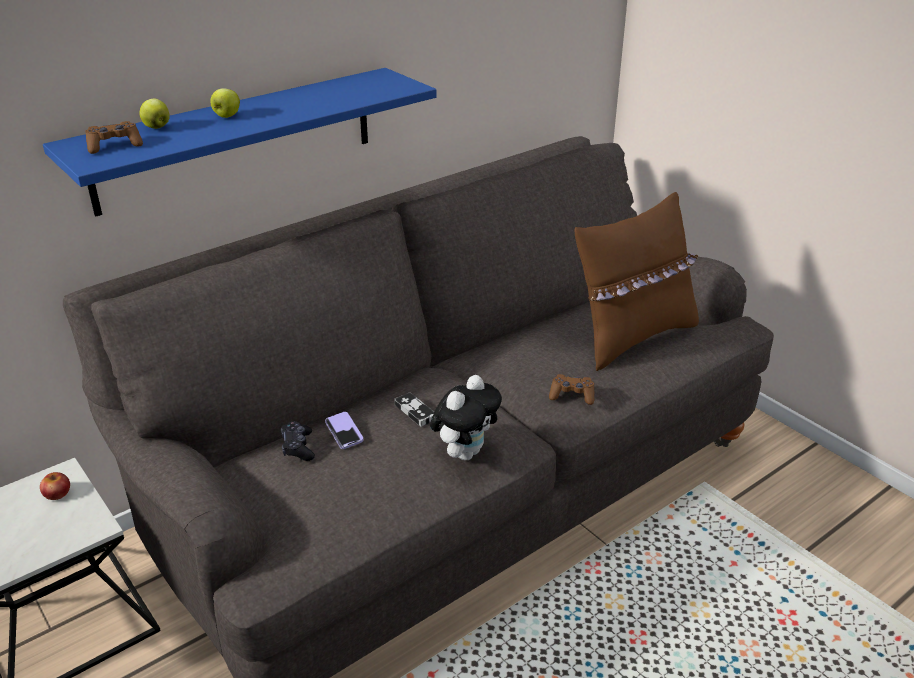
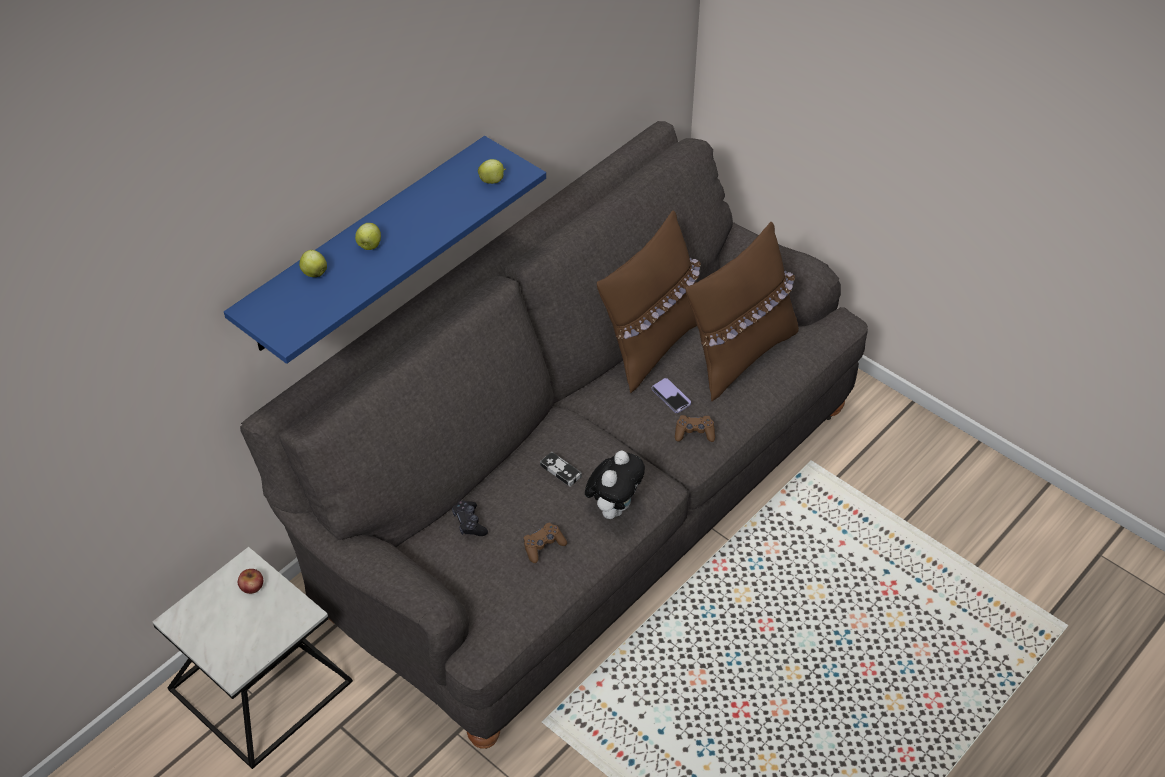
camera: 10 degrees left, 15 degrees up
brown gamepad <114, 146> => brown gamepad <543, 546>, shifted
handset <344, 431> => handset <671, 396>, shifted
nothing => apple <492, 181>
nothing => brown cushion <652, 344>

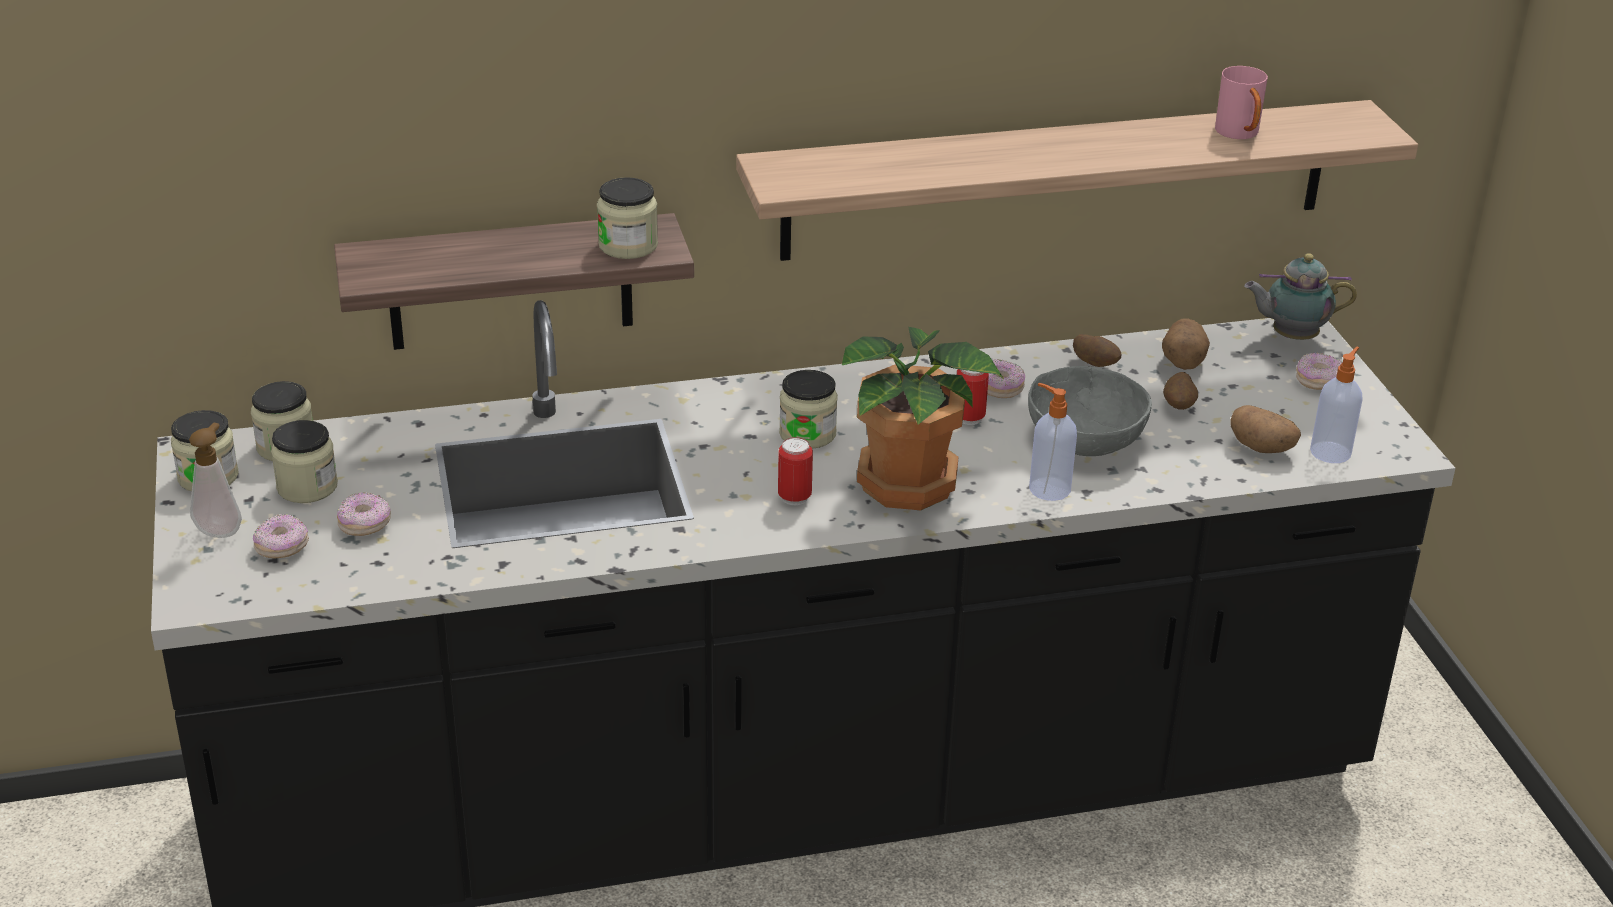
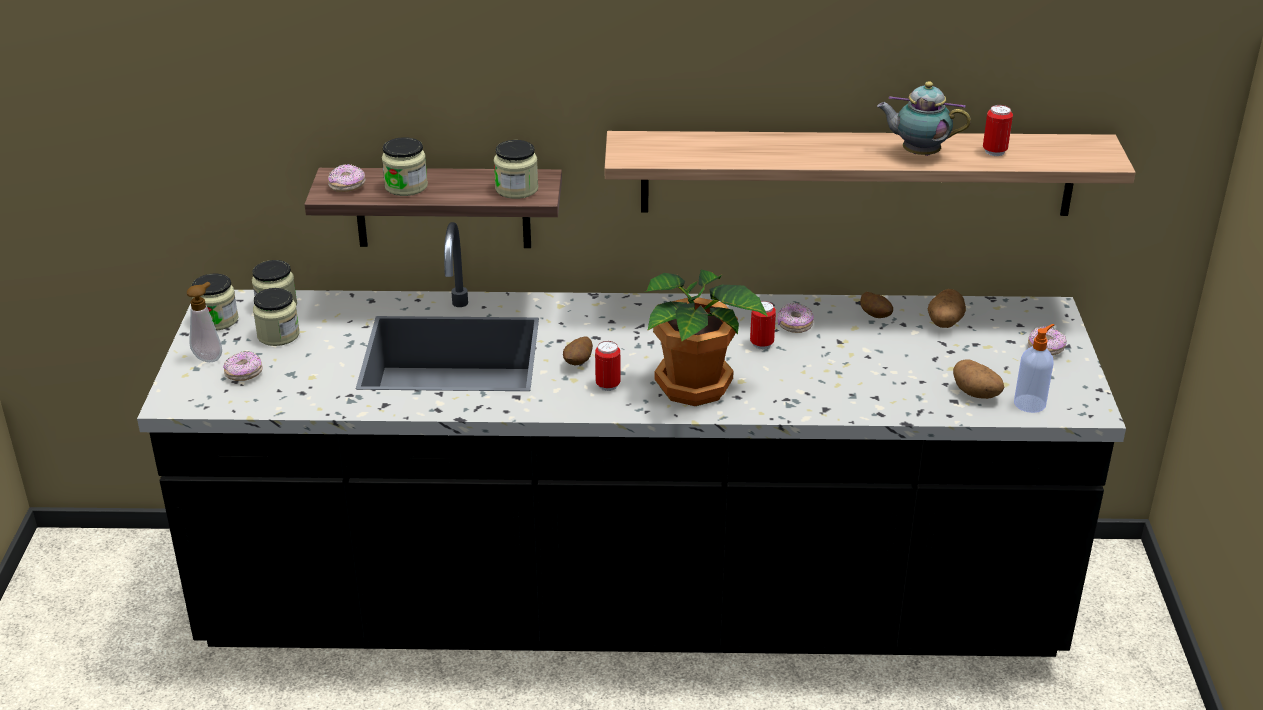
camera: 15 degrees right, 0 degrees up
donut <365, 525> => donut <347, 187>, shifted
preserve jar <807, 434> => preserve jar <406, 186>, shifted
greyish bowl <1084, 439> => nothing
soap dispenser <1048, 488> => nothing
whole potato <1178, 406> => whole potato <578, 363>, shifted
pink coffee mug <1240, 135> => can <994, 151>
tea pot <1291, 336> => tea pot <918, 153>, shifted

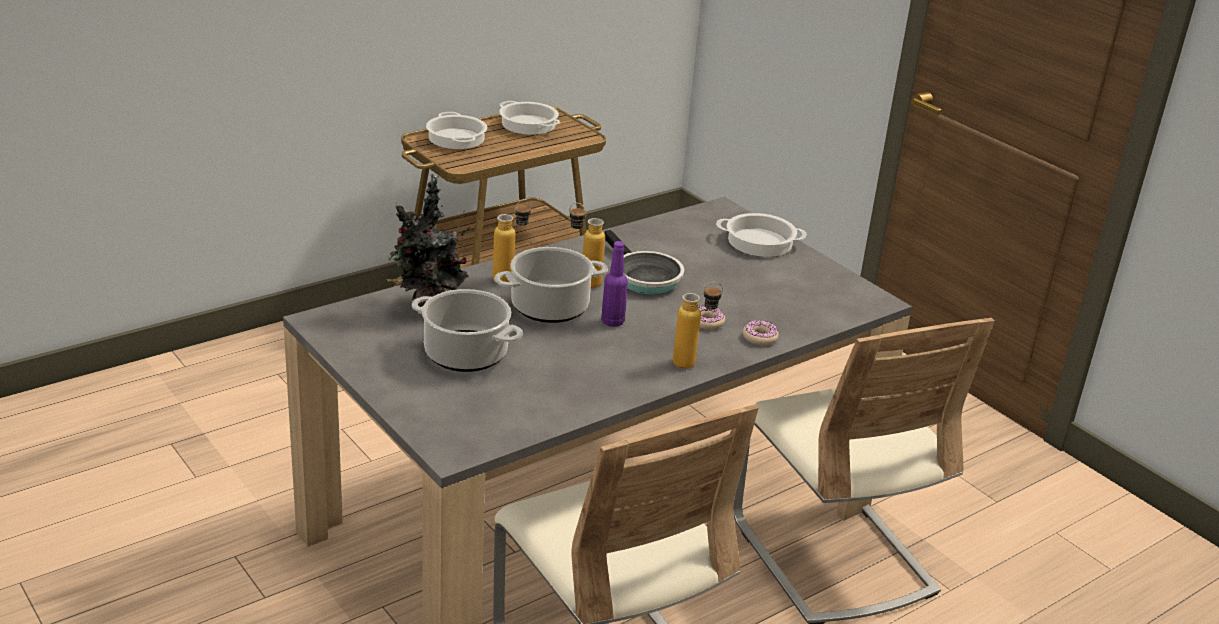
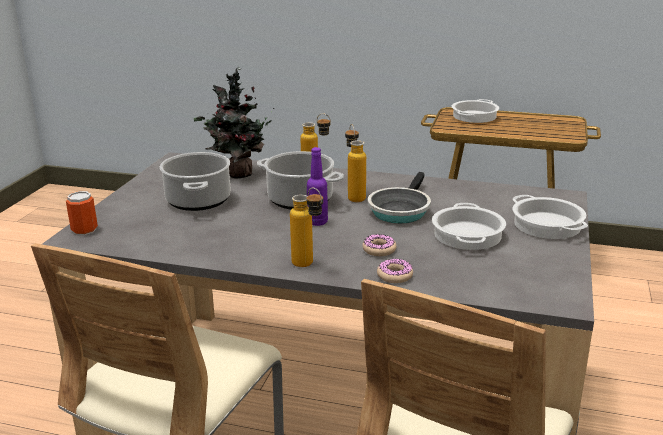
camera: 55 degrees right, 5 degrees down
cooking pot <527, 124> => cooking pot <466, 235>, shifted
nothing => can <84, 230>

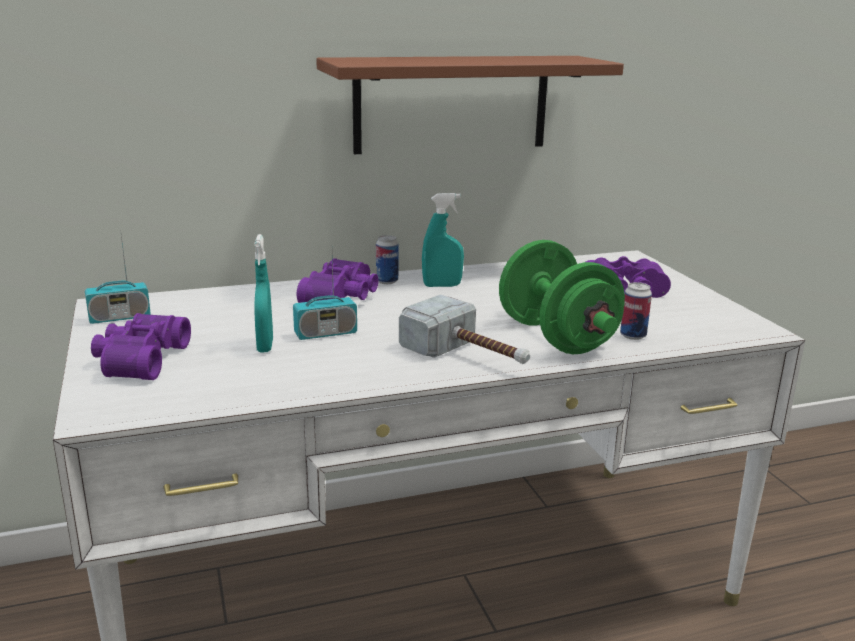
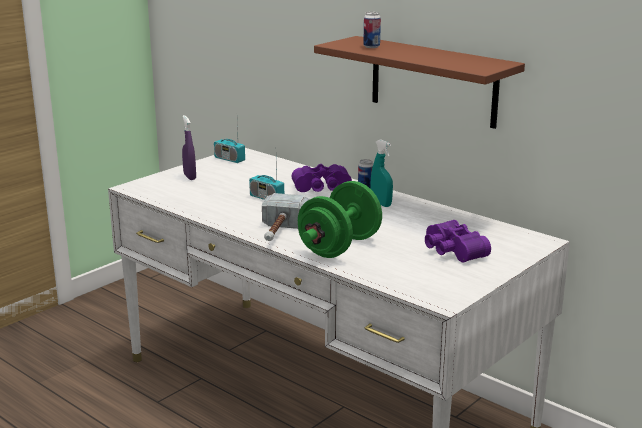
camera: 60 degrees right, 0 degrees up
purple-coloured binoculars <139, 360> => purple-coloured sprayer <189, 177>
turquoise-coloured sprayer <265, 346> => nothing
can <633, 335> => can <371, 47>, shifted

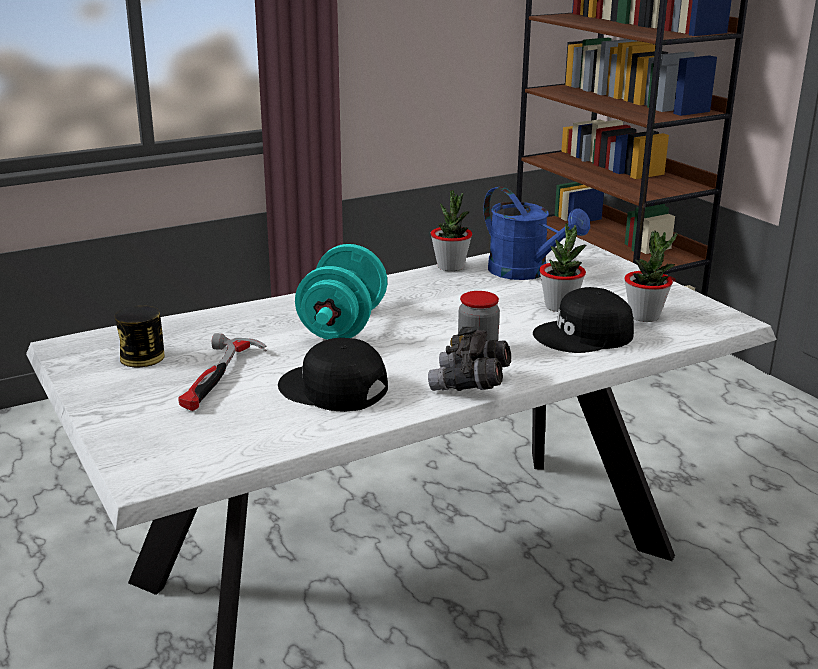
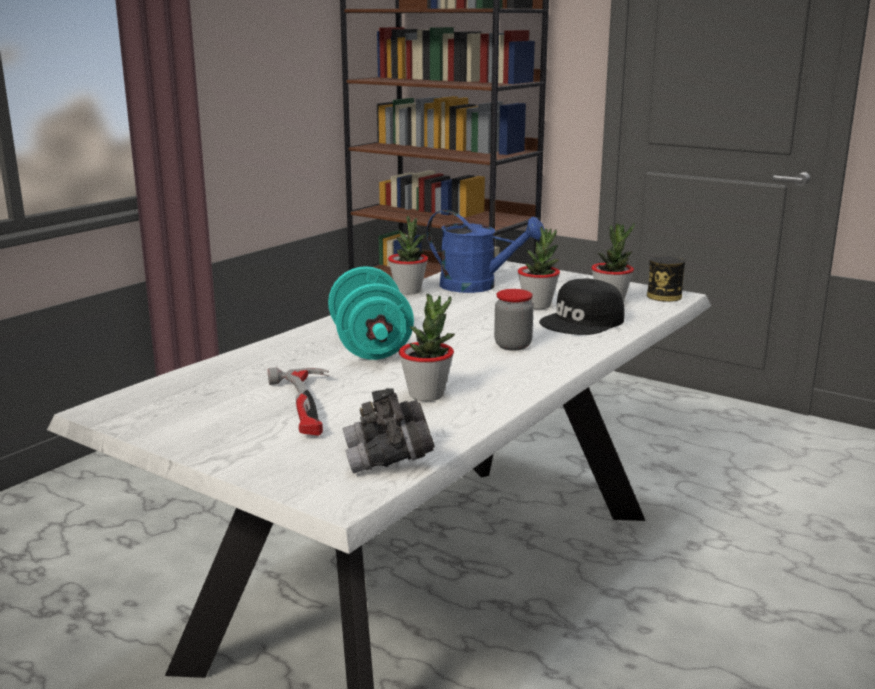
camera: 25 degrees left, 5 degrees down
can <142, 357> => can <664, 296>, shifted
blackish cap <332, 389> => potted plant <426, 395>
greyish binoculars <470, 385> => greyish binoculars <389, 459>, shifted

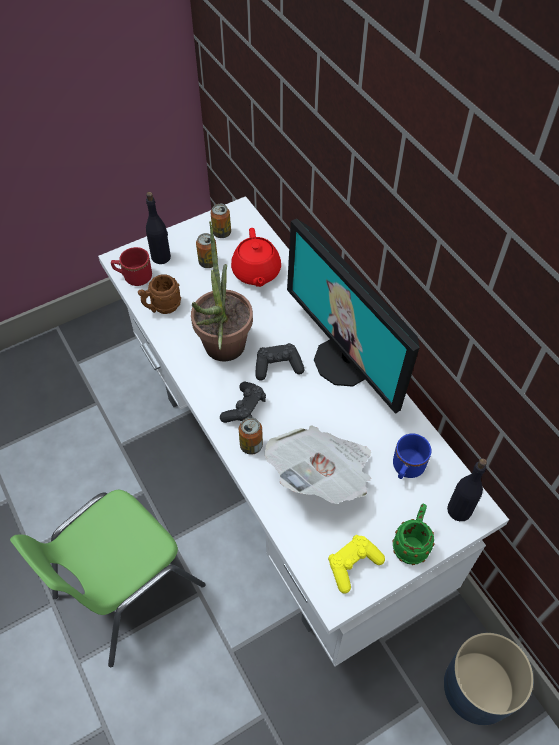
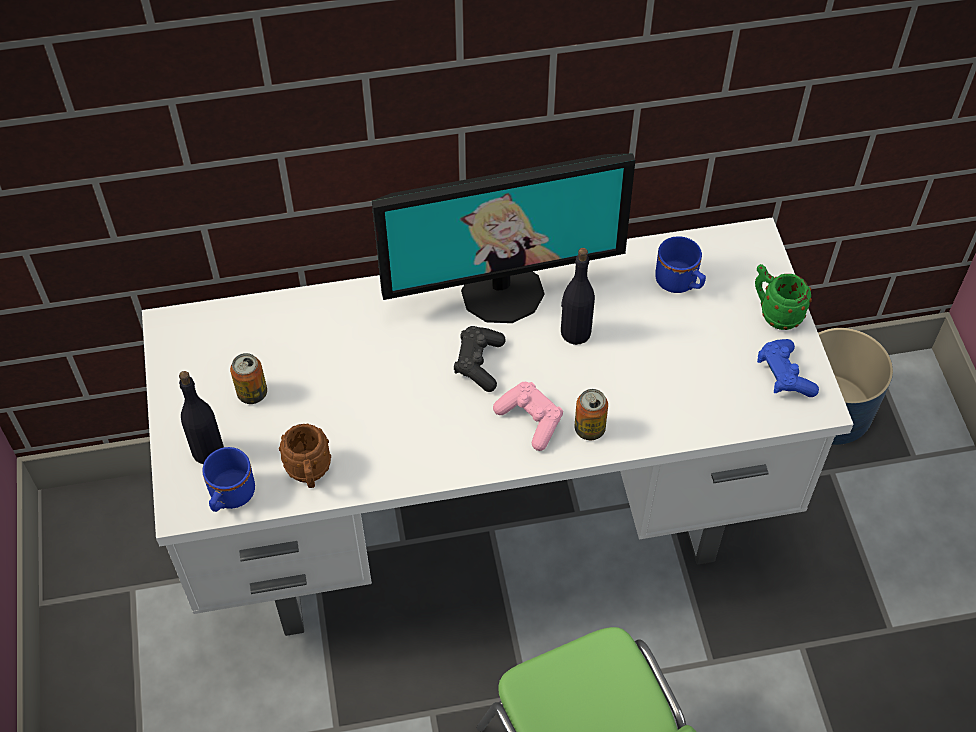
camera: 70 degrees left, 0 degrees up
reddish coffee mug <134, 277> => blue coffee mug <230, 497>
potted plant <222, 353> => nothing
can <221, 233> => nothing
blackish gamepad <244, 409> => pink gamepad <530, 420>
reddish tea pot <256, 272> => nothing
newspaper <322, 475> => nothing
yellow gamepad <353, 565> => blue gamepad <784, 376>
blackish drink bottle <459, 510> => blackish drink bottle <575, 332>, shifted

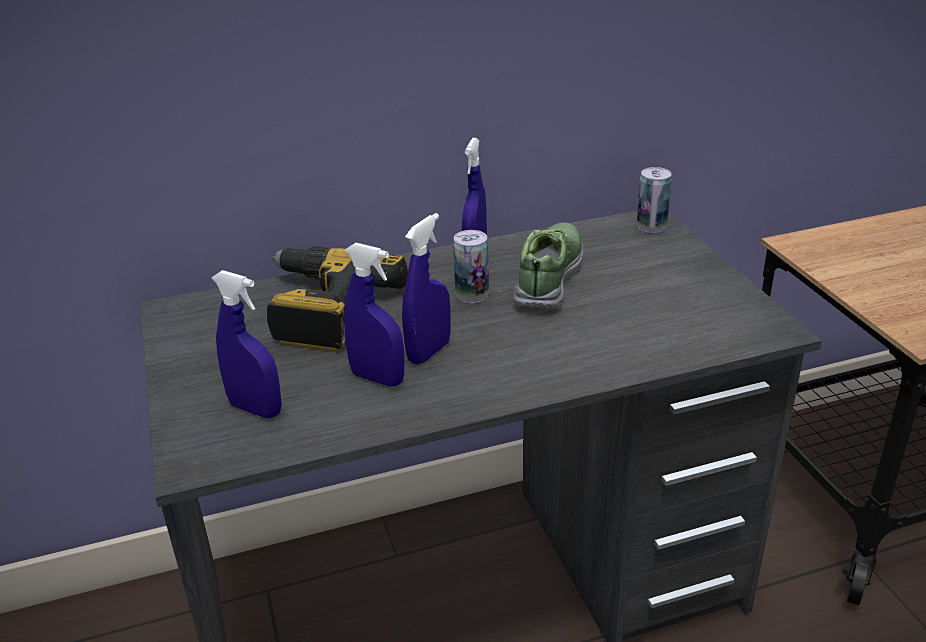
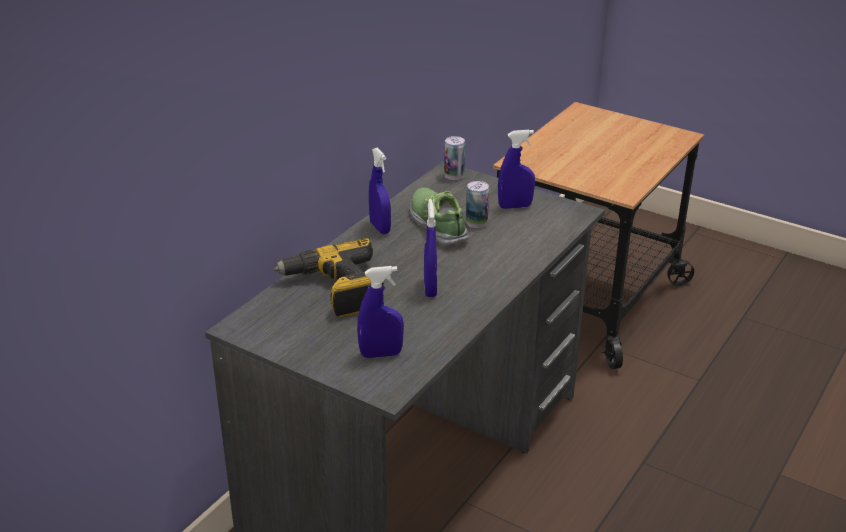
camera: 40 degrees left, 0 degrees up
blue sprayer <377, 378> => blue sprayer <515, 206>, shifted
can <472, 294> => can <476, 223>, shifted

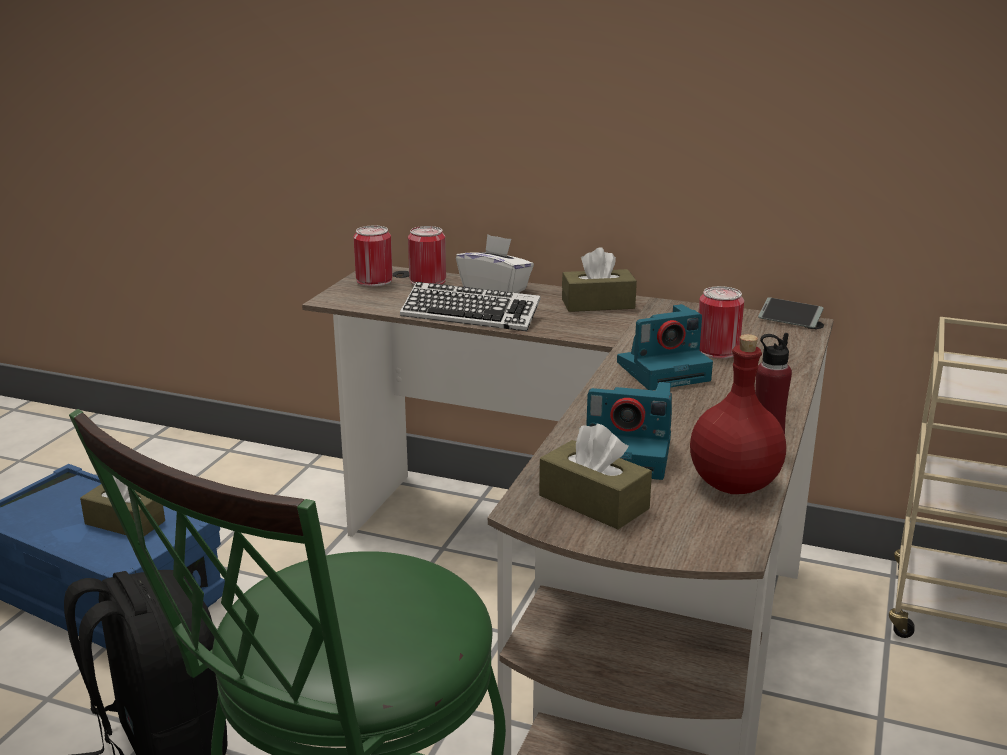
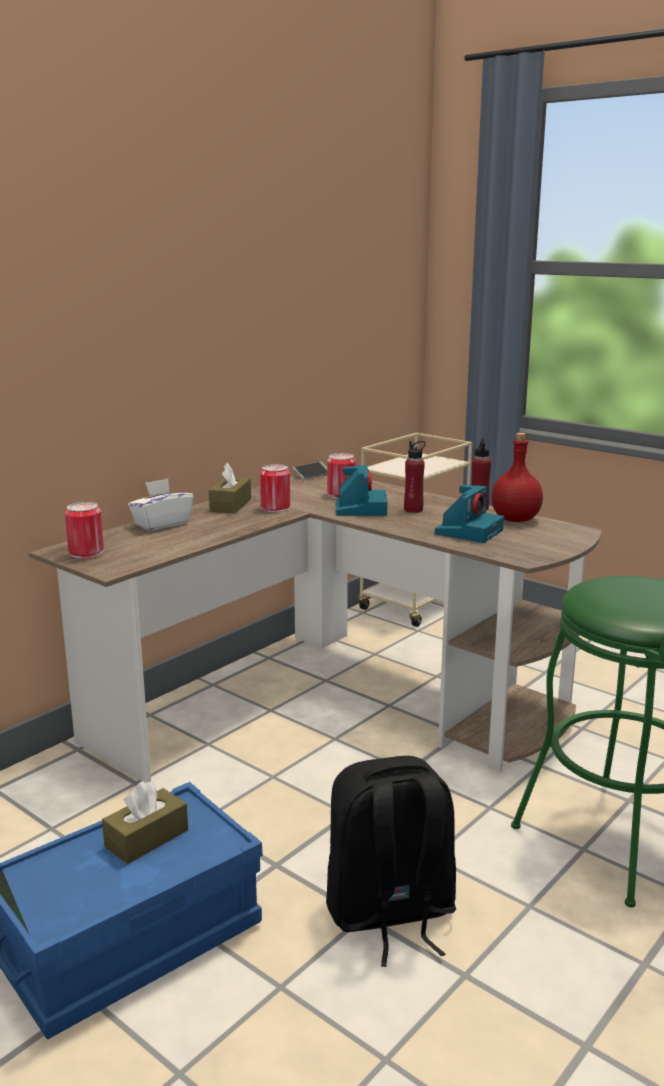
camera: 70 degrees left, 5 degrees down
computer keyboard <470, 315> => nothing
can <427, 281> => can <275, 508>, shifted
brown tissue box <593, 502> => nothing
nothing => reddish drink bottle <413, 510>

